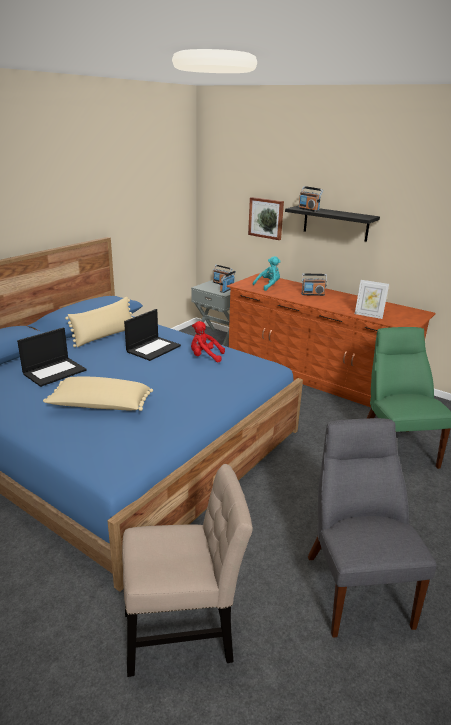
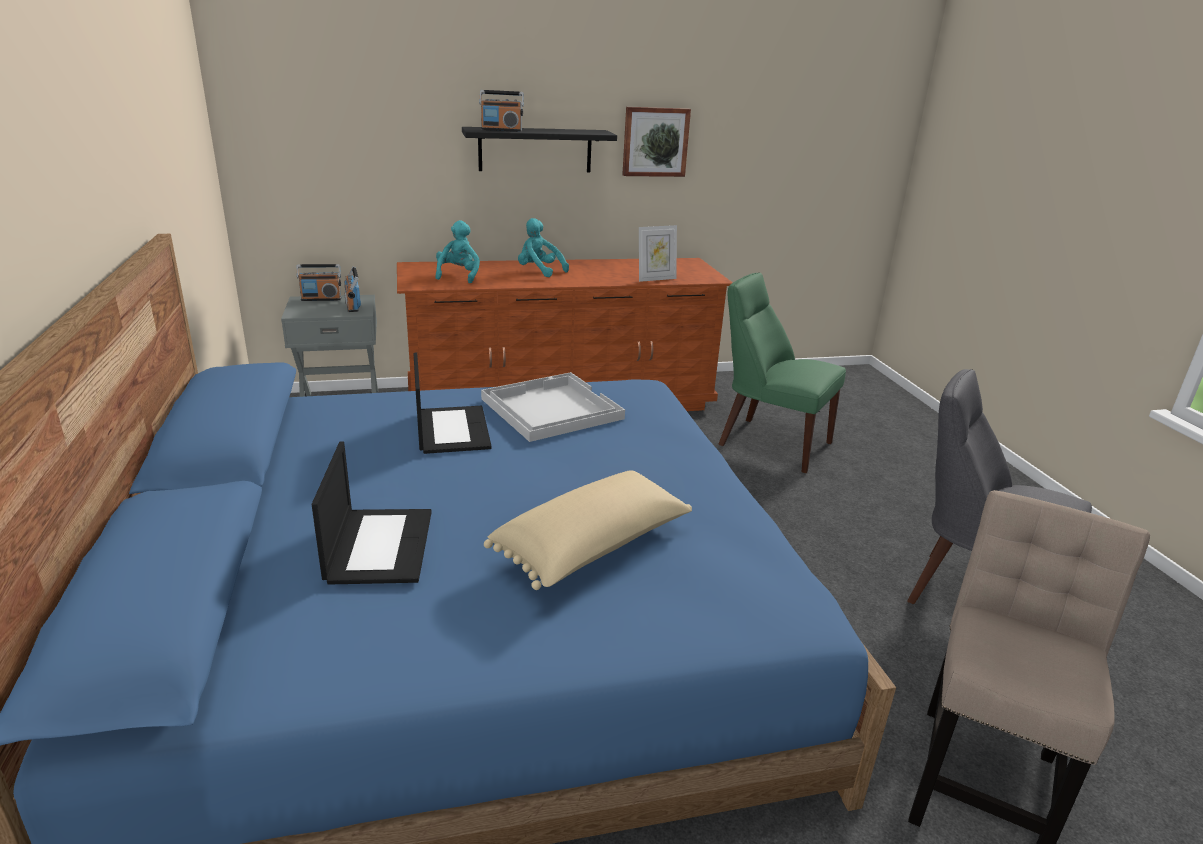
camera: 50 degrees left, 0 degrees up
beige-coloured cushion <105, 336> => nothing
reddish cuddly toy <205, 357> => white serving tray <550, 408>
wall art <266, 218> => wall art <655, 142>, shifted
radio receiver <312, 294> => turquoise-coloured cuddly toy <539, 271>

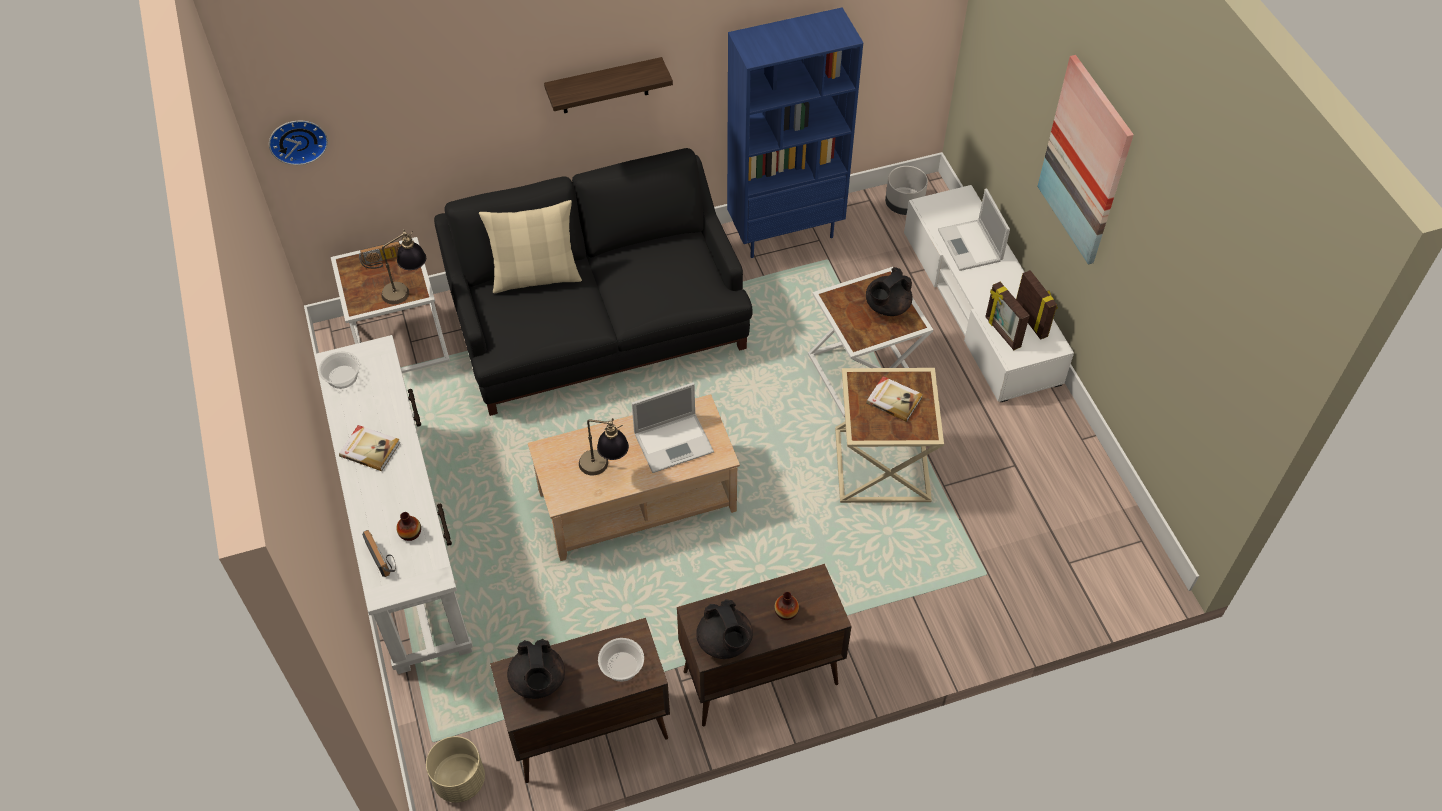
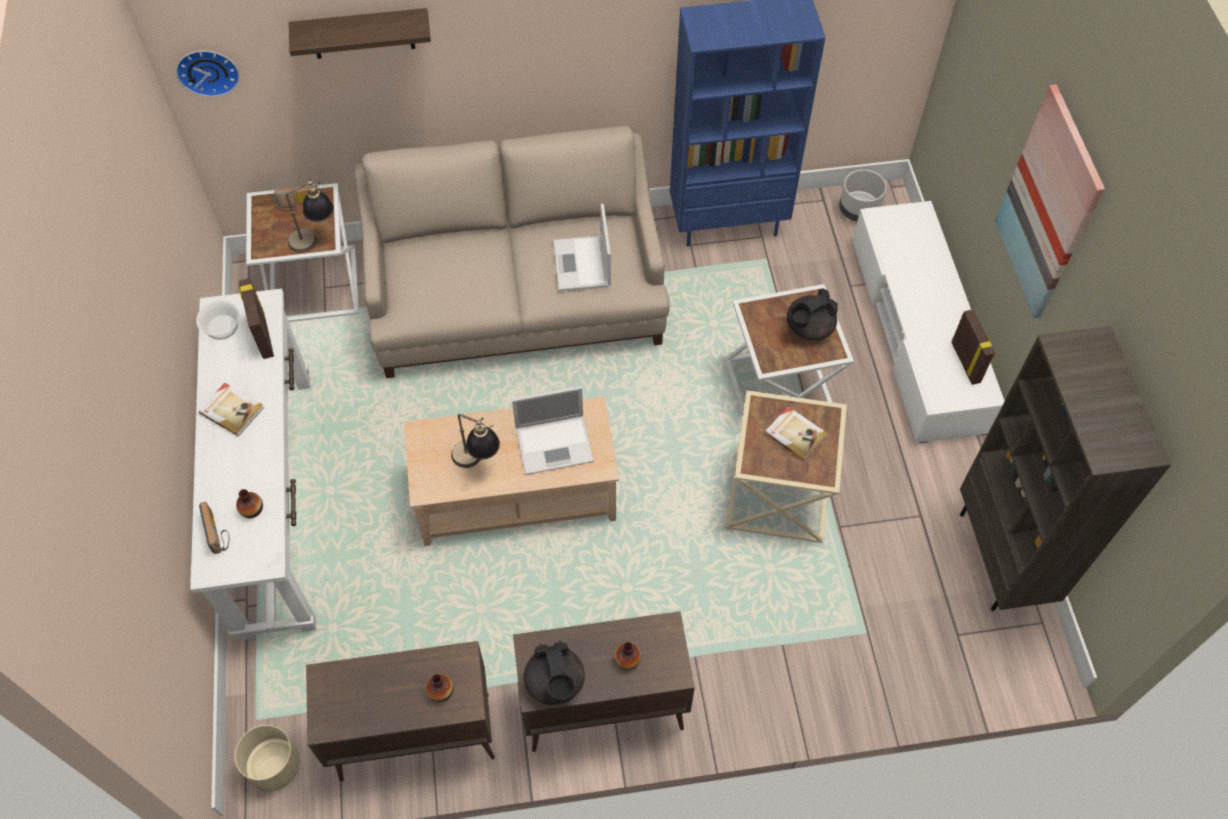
camera: 10 degrees right, 5 degrees up
blackish settee <599, 323> => beige-coloured settee <516, 295>
beige-coloured cushion <536, 277> => nothing
blackish tea pot <538, 681> => nothing
wall shelf <604, 86> => wall shelf <362, 33>, shifted
bowl <621, 666> => vase <441, 691>
laptop <970, 246> => laptop <582, 265>, shifted
photo frame <1002, 332> => photo frame <263, 336>, shifted
nothing => brown shelving unit <1002, 558>

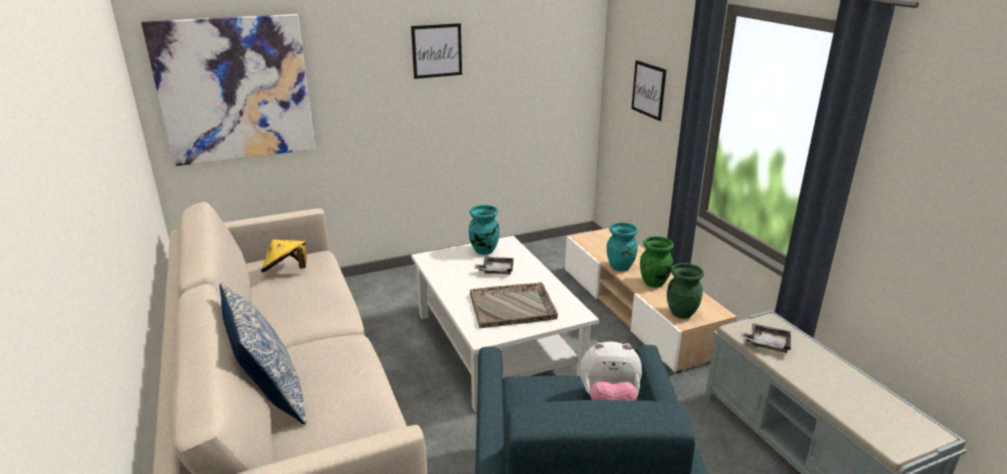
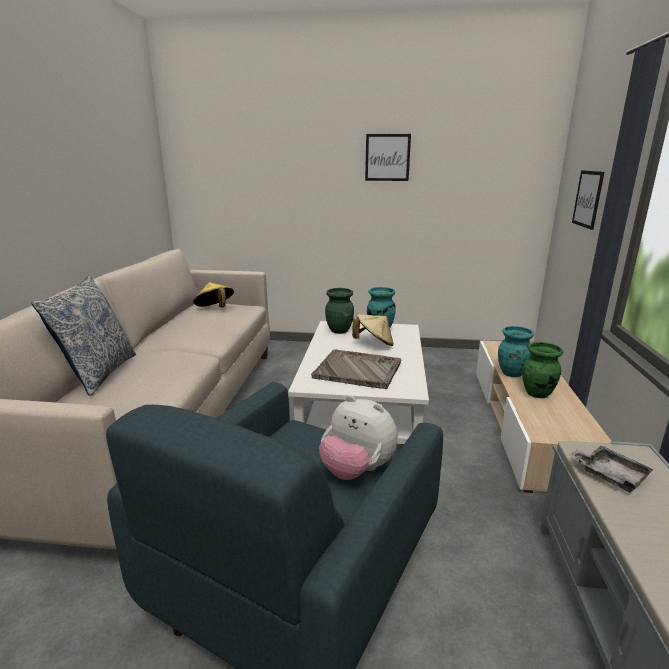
camera: 30 degrees right, 5 degrees down
wall art <235, 89> => nothing
greyish serving tray <496, 270> => beige-coloured wearable hat <374, 343>
green vase <682, 313> => green vase <340, 330>, shifted

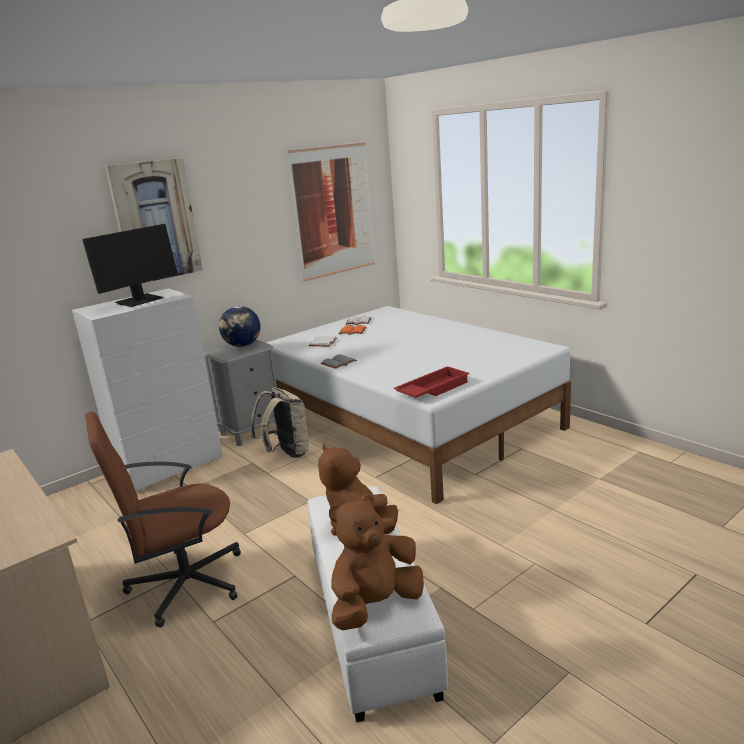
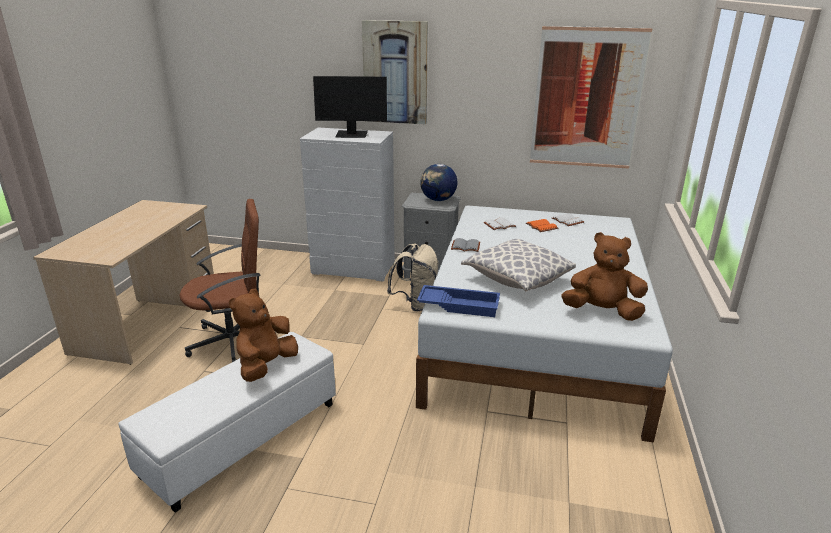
camera: 50 degrees right, 5 degrees up
brown office chair <185, 583> => brown office chair <233, 341>, 135 degrees clockwise
brown cuddly toy <375, 605> => brown cuddly toy <602, 311>, shifted
reddish serving tray <432, 389> => blue serving tray <459, 305>
nothing => cushion <516, 279>

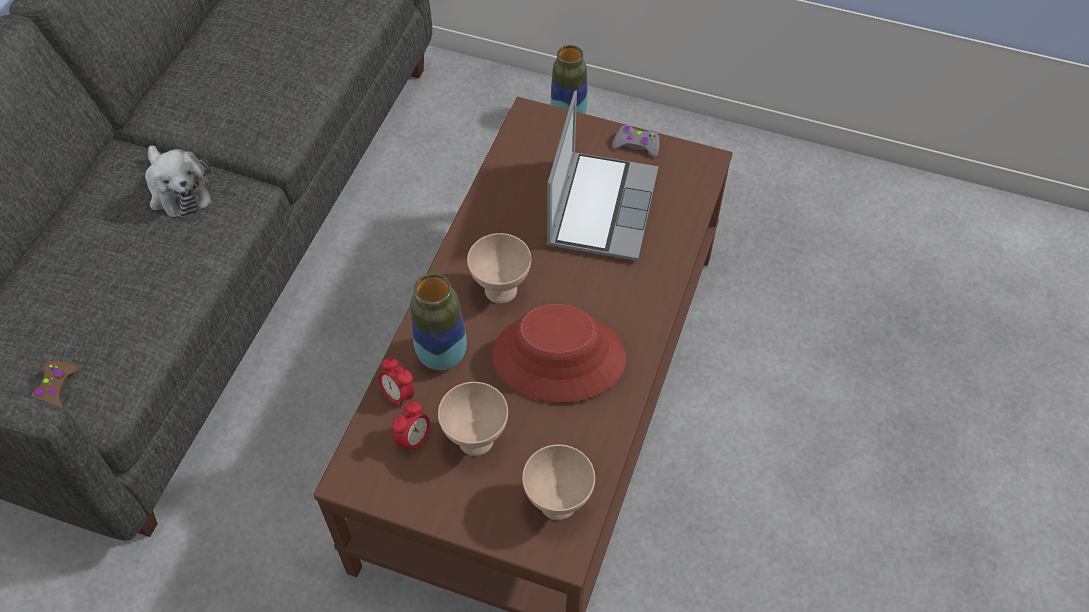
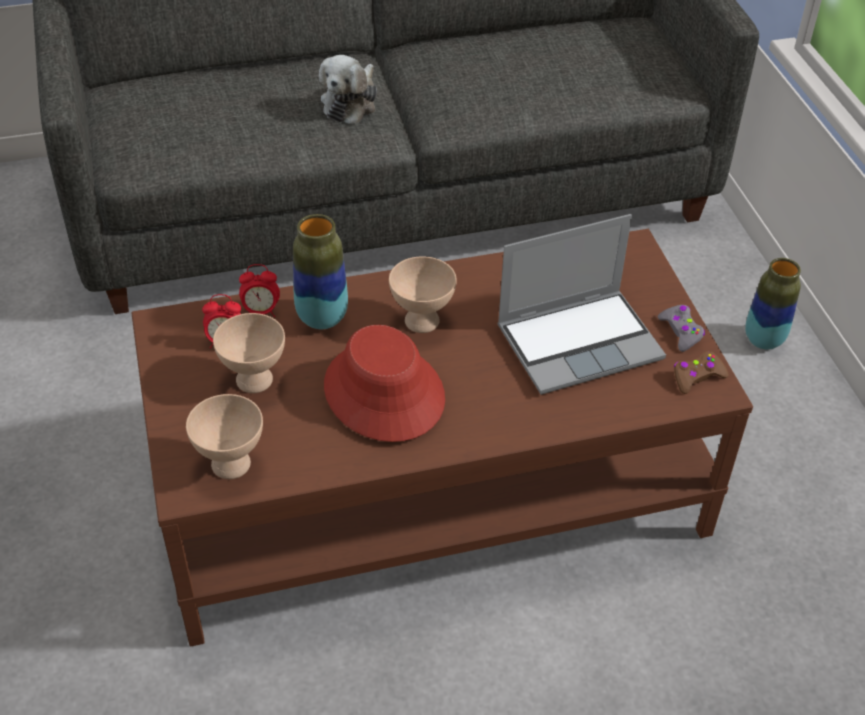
camera: 55 degrees right, 10 degrees down
brown gamepad <57, 388> => brown gamepad <697, 377>, shifted
bedside clock <398, 395> => bedside clock <261, 311>, 105 degrees counterclockwise

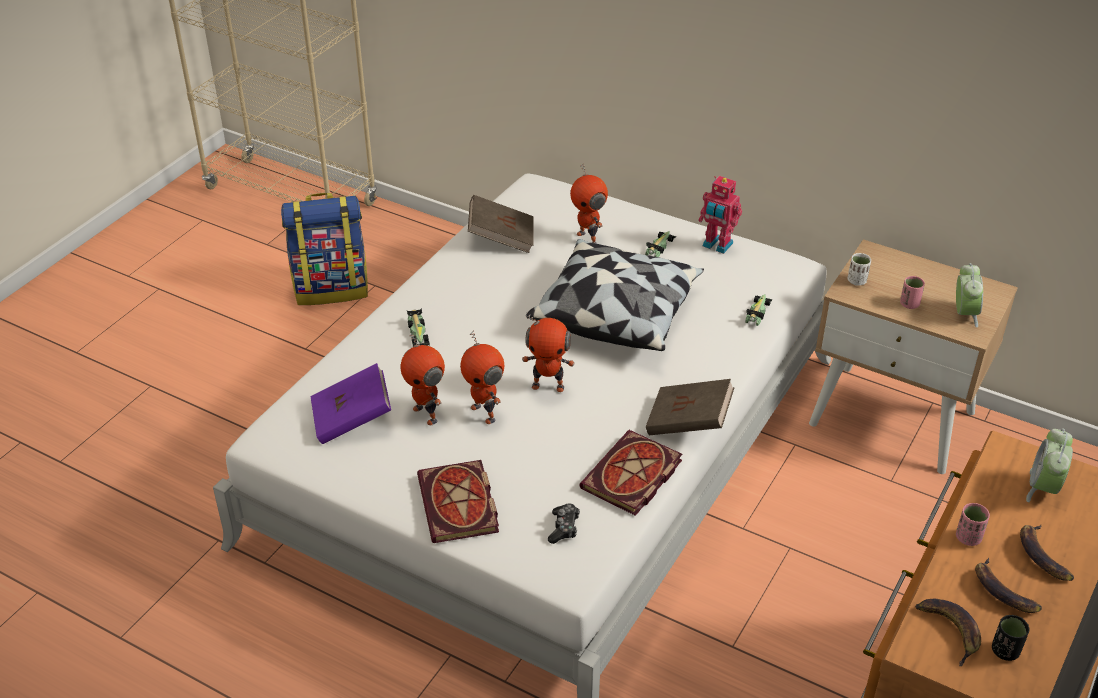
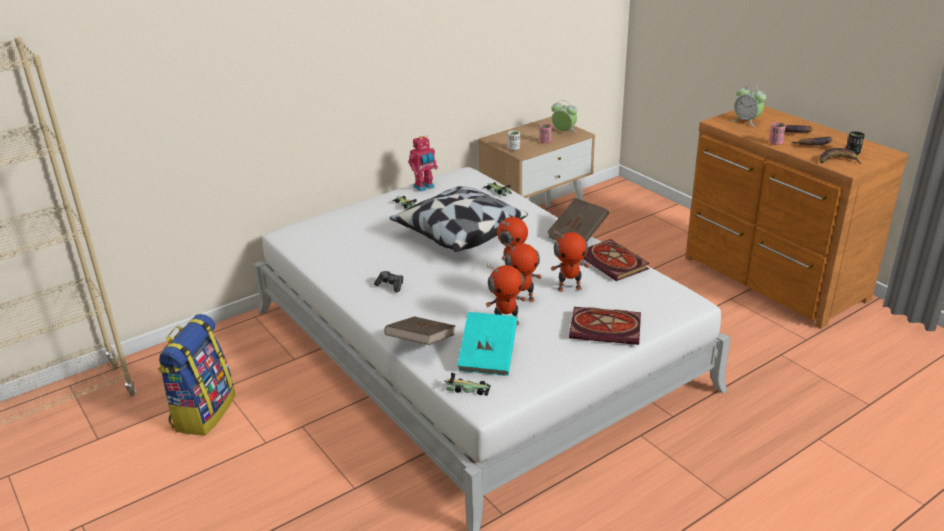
camera: 65 degrees left, 10 degrees down
purple-coloured book <352, 419> => turquoise-coloured book <488, 357>
model car <417, 331> => model car <467, 388>, shifted
brown book <501, 238> => brown book <421, 343>, shifted
gamepad <564, 528> => gamepad <390, 285>, shifted
robot figure <588, 238> => robot figure <569, 288>, shifted

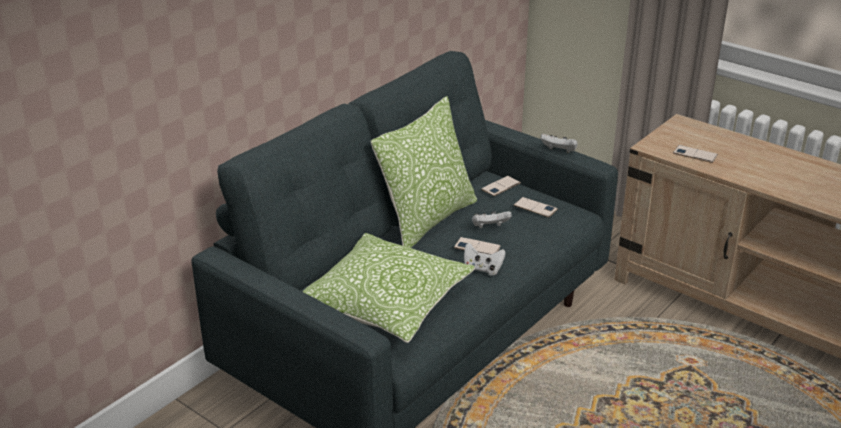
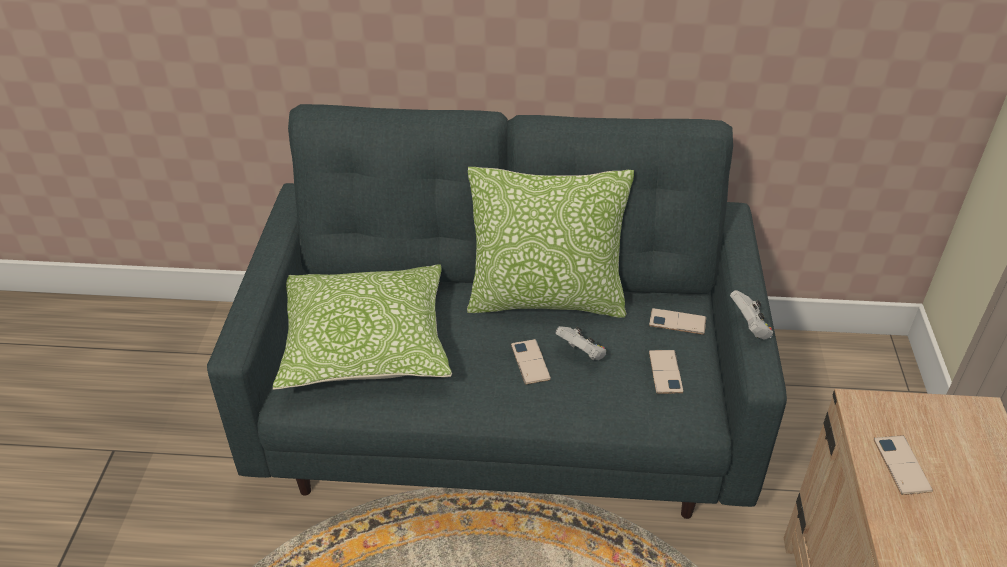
camera: 55 degrees right, 10 degrees up
white gamepad <482, 269> => nothing

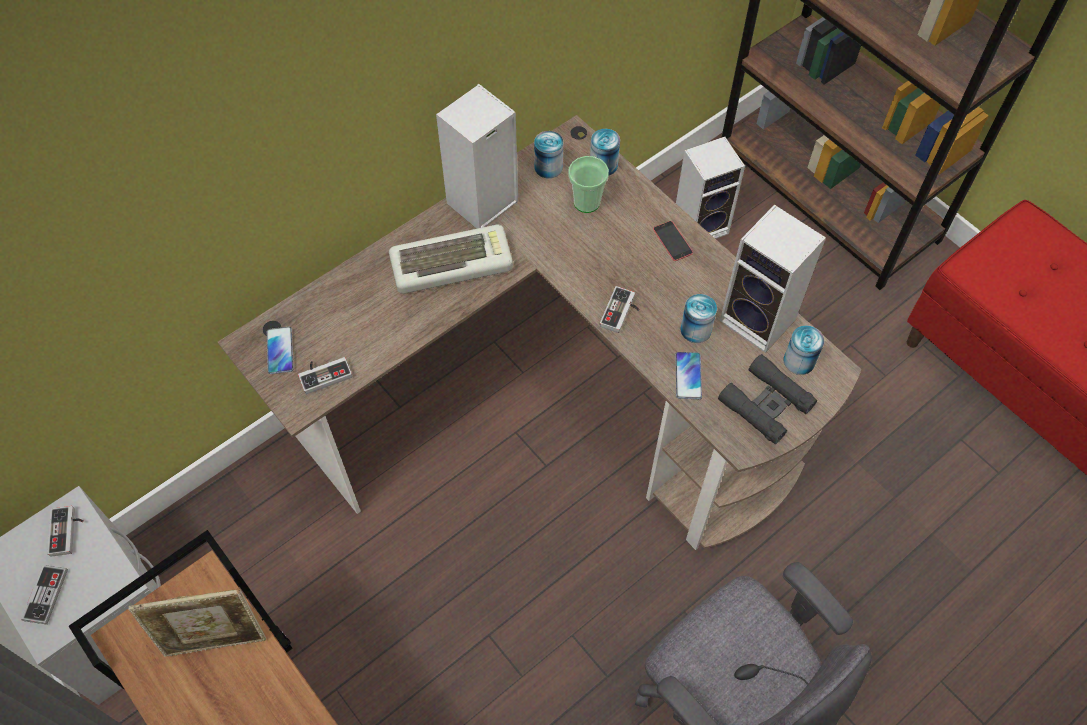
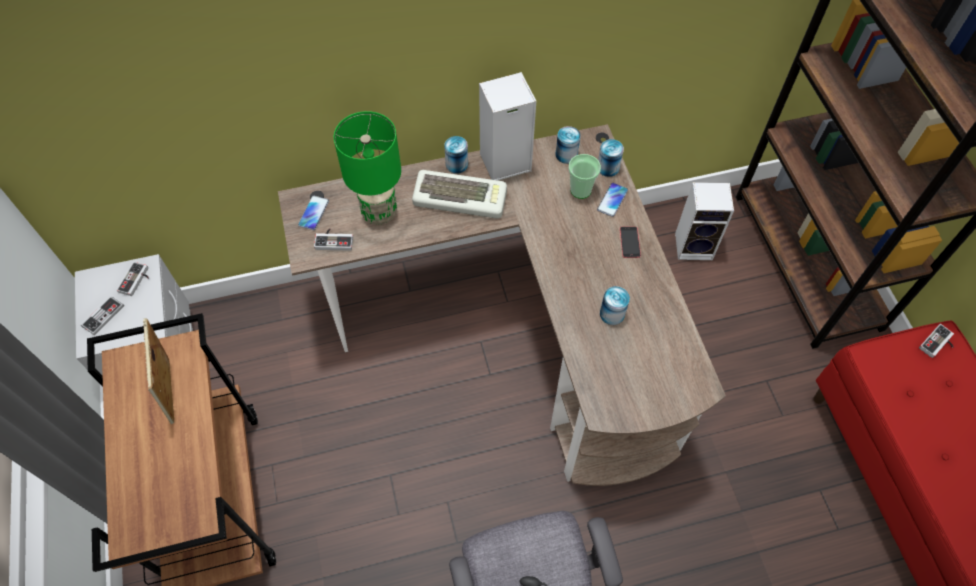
camera: 25 degrees right, 0 degrees up
photo frame <216, 641> => photo frame <173, 390>, 60 degrees clockwise
gamepad <621, 313> => gamepad <938, 344>, shifted
handset <688, 376> => handset <612, 200>, shifted
blackish binoculars <766, 404> => nothing
speaker <760, 321> => nothing
can <799, 361> => can <456, 164>, shifted
nothing => green table lamp <379, 212>

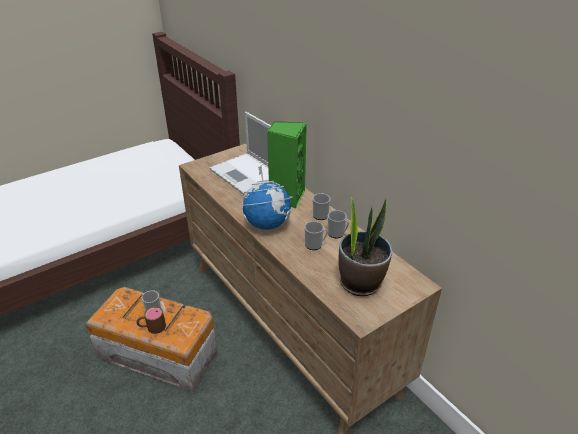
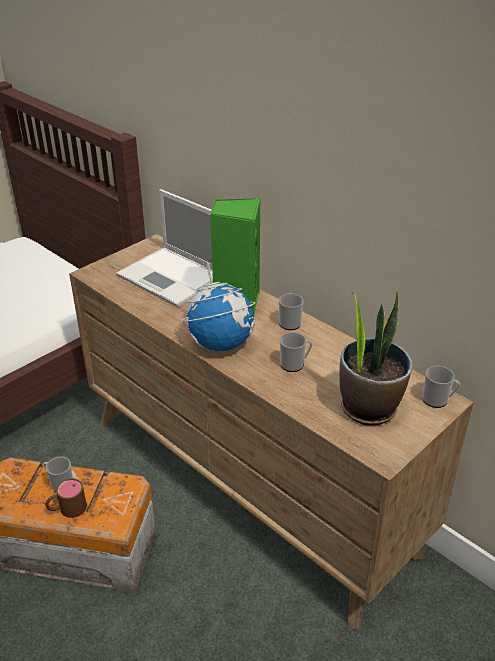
camera: 10 degrees left, 0 degrees up
coffee mug <337, 234> => coffee mug <438, 400>, shifted

